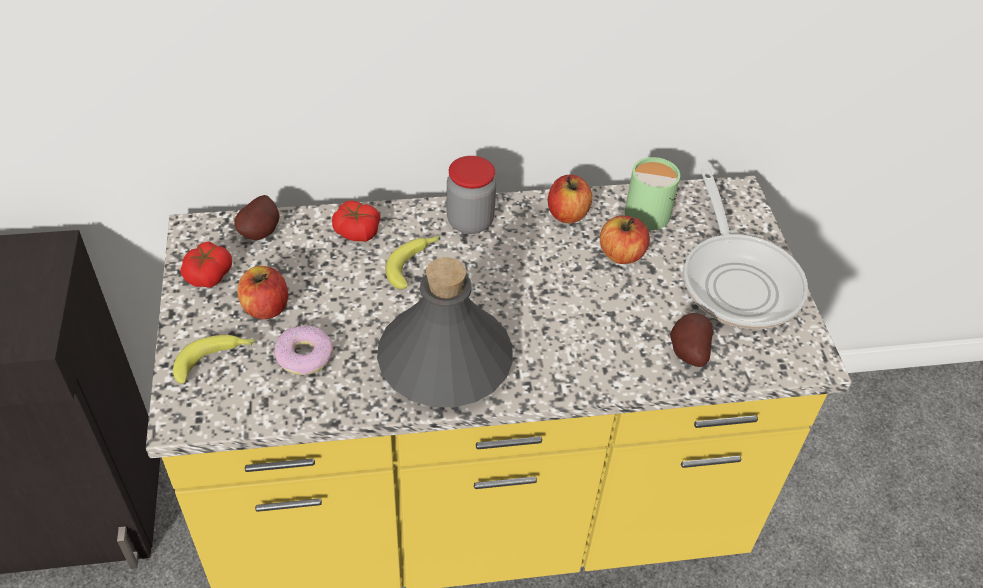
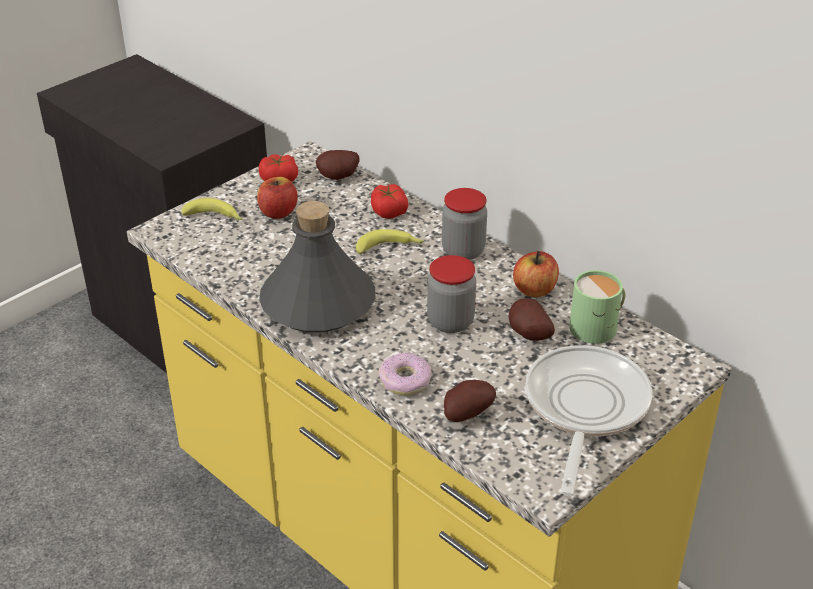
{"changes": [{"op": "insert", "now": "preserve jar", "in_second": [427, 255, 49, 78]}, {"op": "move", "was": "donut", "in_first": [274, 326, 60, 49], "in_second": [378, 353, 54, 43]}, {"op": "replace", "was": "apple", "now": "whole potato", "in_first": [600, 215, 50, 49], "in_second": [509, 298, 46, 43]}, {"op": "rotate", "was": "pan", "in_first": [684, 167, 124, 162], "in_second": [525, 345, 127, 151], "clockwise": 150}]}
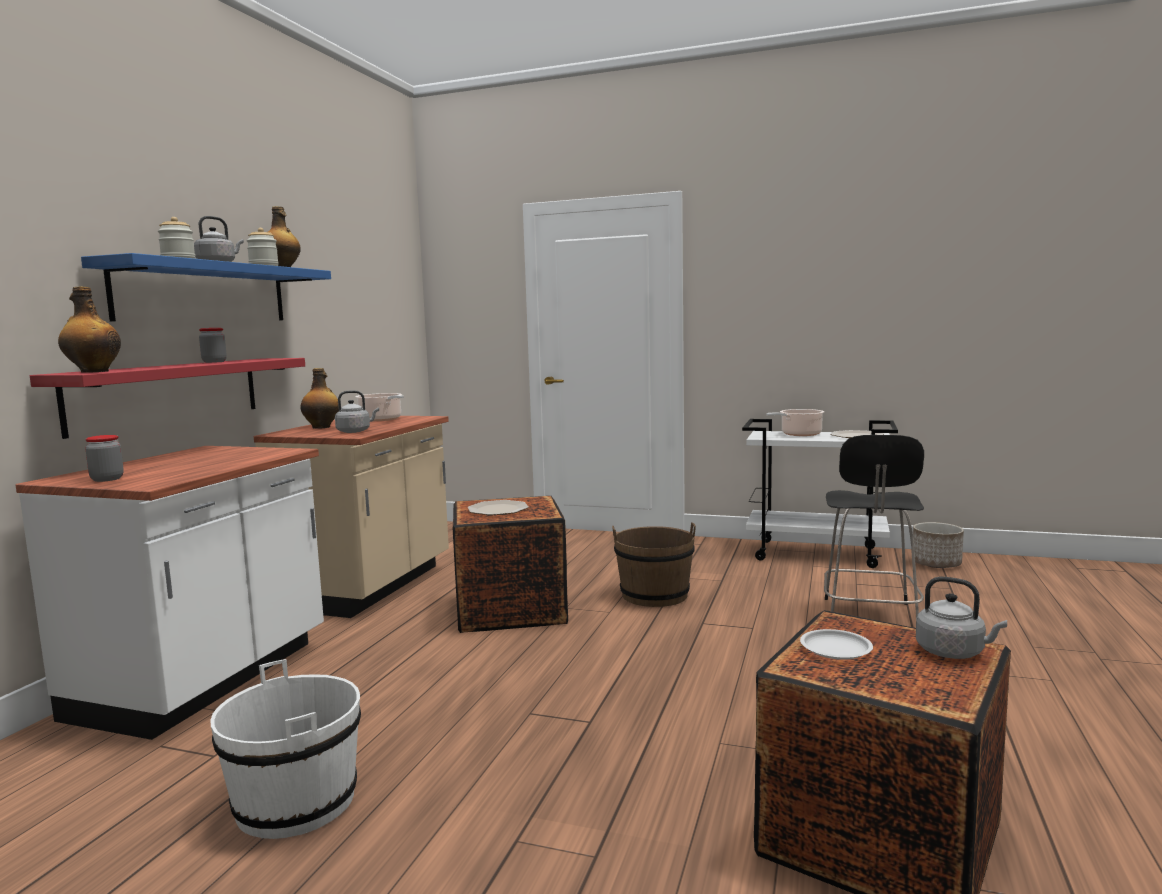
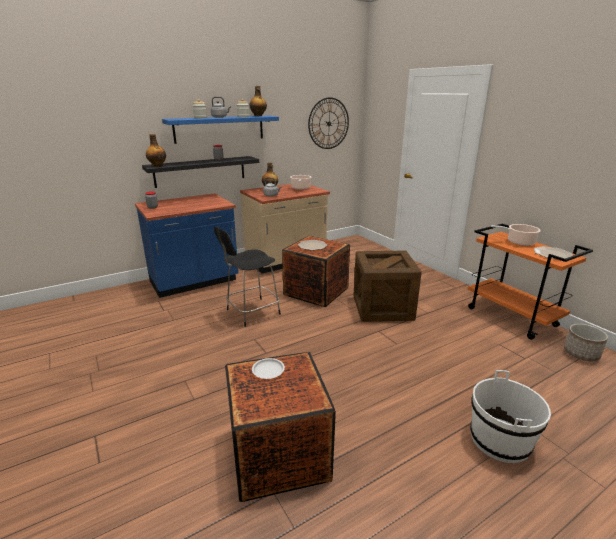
{"changes": [{"op": "delete", "was": "water kettle/greyish", "in_first": [916, 577, 91, 82]}, {"op": "insert", "now": "hanging clock", "in_second": [308, 97, 41, 52]}, {"op": "move", "was": "water bucket/white-coloured", "in_first": [211, 659, 150, 180], "in_second": [471, 370, 80, 93]}, {"op": "move", "was": "chair/blackish", "in_first": [824, 435, 100, 183], "in_second": [214, 226, 67, 101]}, {"op": "replace", "was": "water bucket/brown-coloured", "now": "packing crate", "in_first": [612, 522, 84, 85], "in_second": [353, 251, 69, 71]}, {"op": "recolor", "was": "counter/white-coloured", "now": "counter/blue", "in_first": [16, 446, 308, 294], "in_second": [135, 193, 104, 105]}, {"op": "recolor", "was": "shelf/red-coloured", "now": "shelf/blackish", "in_first": [30, 358, 275, 81], "in_second": [142, 156, 117, 32]}, {"op": "recolor", "was": "cart/white-coloured", "now": "cart/orangey", "in_first": [742, 419, 156, 149], "in_second": [468, 224, 125, 116]}]}
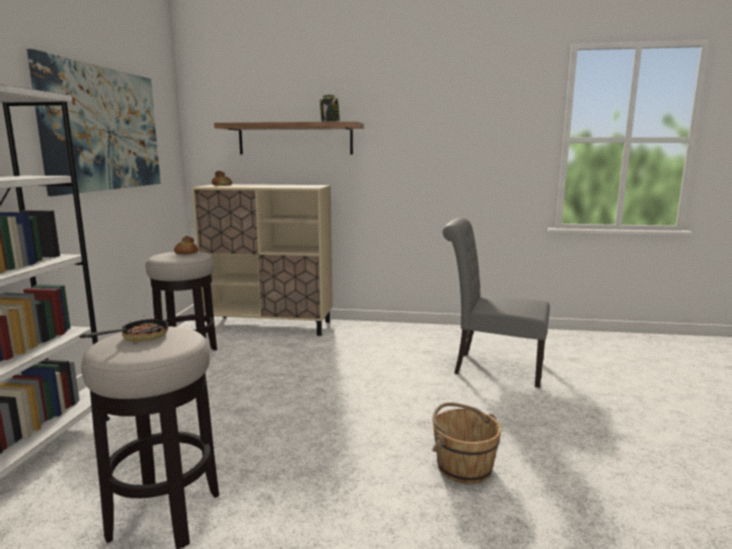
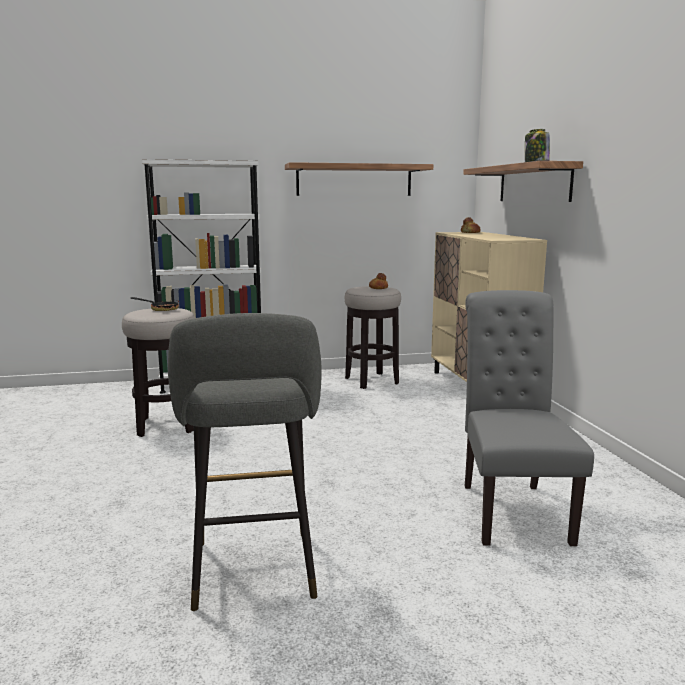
{"changes": [{"op": "delete", "was": "water bucket/brown-coloured", "in_first": [432, 402, 69, 82]}, {"op": "insert", "now": "stool seat/greyish", "in_second": [168, 313, 154, 298]}, {"op": "replace", "was": "picture", "now": "shelf", "in_first": [27, 49, 134, 147], "in_second": [285, 162, 148, 34]}]}
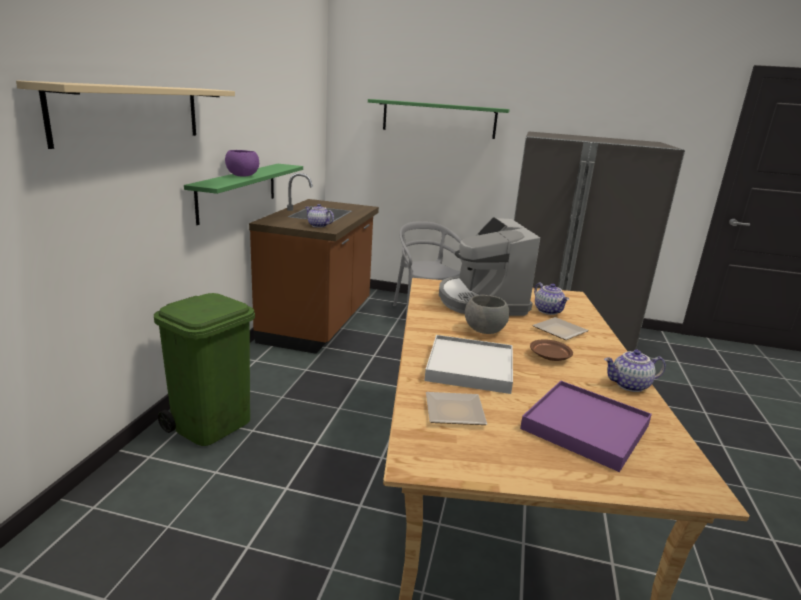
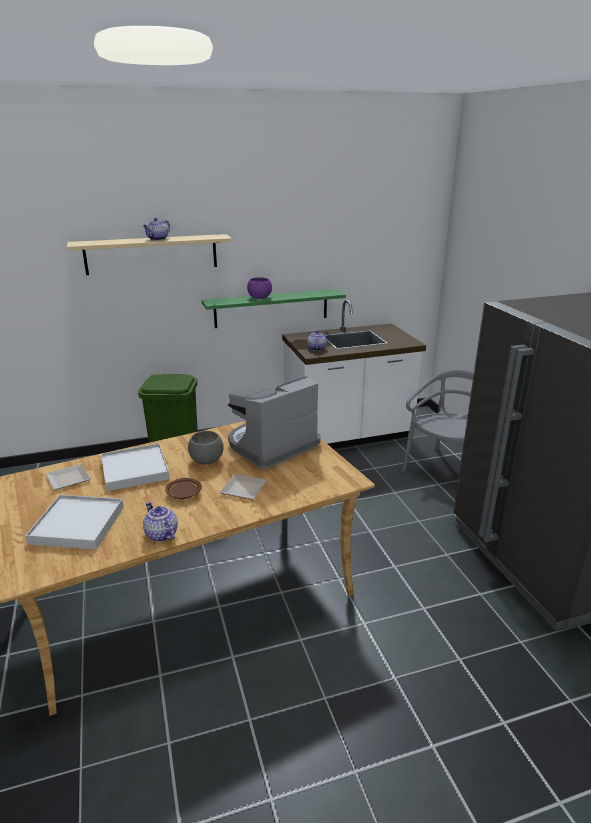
{"changes": [{"op": "delete", "was": "shelf/green", "in_first": [368, 99, 142, 40]}, {"op": "move", "was": "tea pot", "in_first": [534, 283, 35, 32], "in_second": [142, 218, 28, 23]}, {"op": "recolor", "was": "counter/brown-coloured", "now": "counter/white-coloured", "in_first": [249, 173, 130, 181], "in_second": [282, 300, 144, 149]}, {"op": "recolor", "was": "carrying tray/purplish", "now": "carrying tray/white-coloured", "in_first": [520, 381, 132, 91], "in_second": [25, 495, 99, 54]}]}
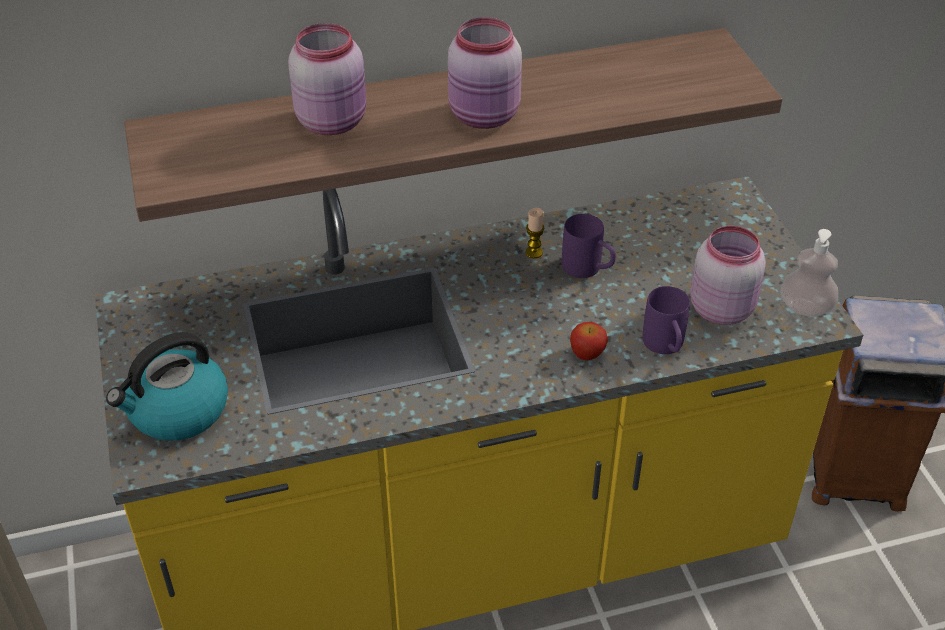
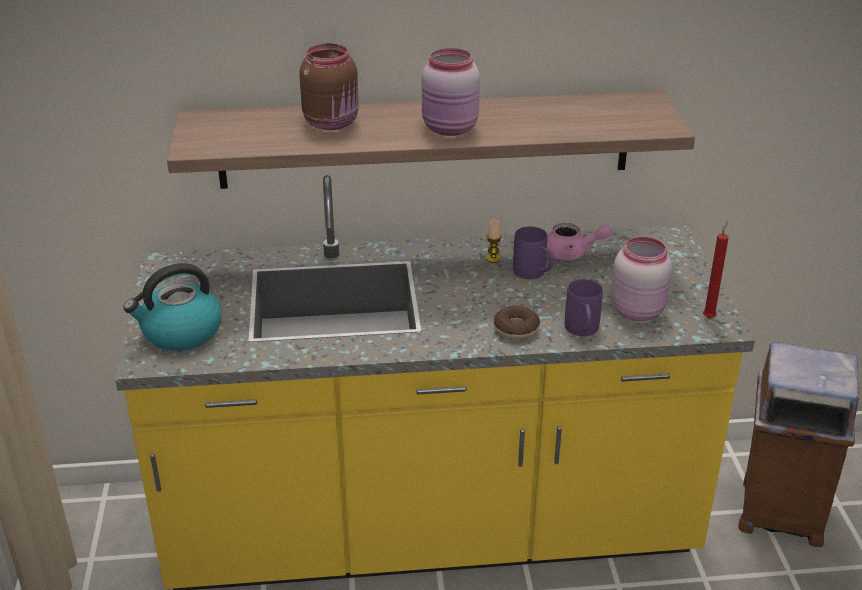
{"changes": [{"op": "insert", "now": "tea pot/pink-coloured", "in_second": [547, 223, 65, 37]}, {"op": "replace", "was": "apple", "now": "donut", "in_first": [570, 322, 38, 38], "in_second": [494, 306, 46, 33]}, {"op": "replace", "was": "soap bottle", "now": "wax light/red-coloured", "in_first": [781, 229, 57, 88], "in_second": [703, 221, 26, 97]}, {"op": "recolor", "was": "preserve jar/pink-coloured", "now": "preserve jar/brown-coloured", "in_first": [288, 23, 78, 112], "in_second": [299, 43, 60, 87]}]}
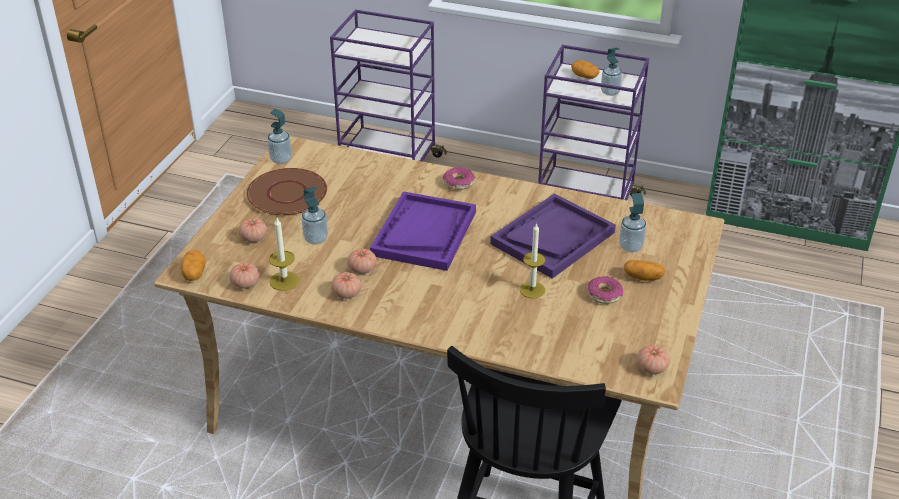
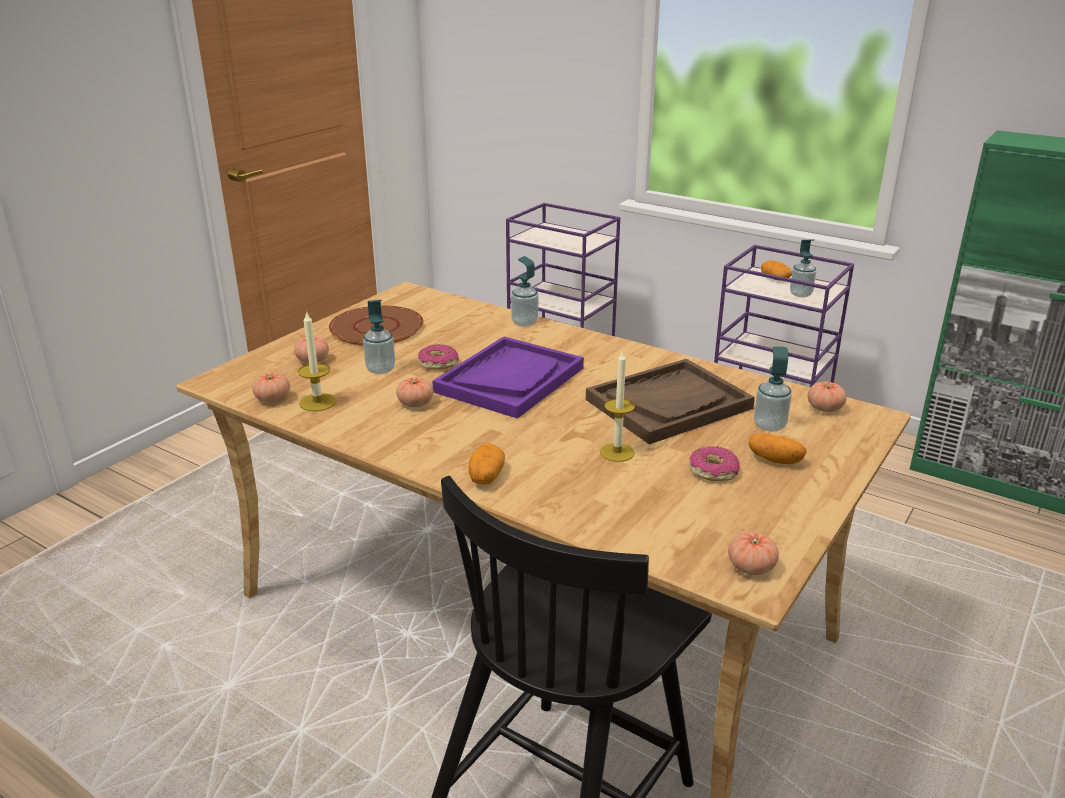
{"changes": [{"op": "move", "was": "whole potato", "in_first": [181, 250, 24, 31], "in_second": [469, 443, 36, 42]}, {"op": "move", "was": "soap bottle", "in_first": [267, 109, 25, 55], "in_second": [511, 256, 27, 71]}, {"op": "move", "was": "fresh tomato", "in_first": [331, 272, 30, 27], "in_second": [808, 382, 38, 30]}, {"op": "move", "was": "donut", "in_first": [443, 167, 32, 23], "in_second": [418, 344, 41, 26]}, {"op": "recolor", "was": "carrying tray/purplish", "now": "carrying tray/brown-coloured", "in_first": [490, 194, 126, 85], "in_second": [586, 359, 169, 85]}]}
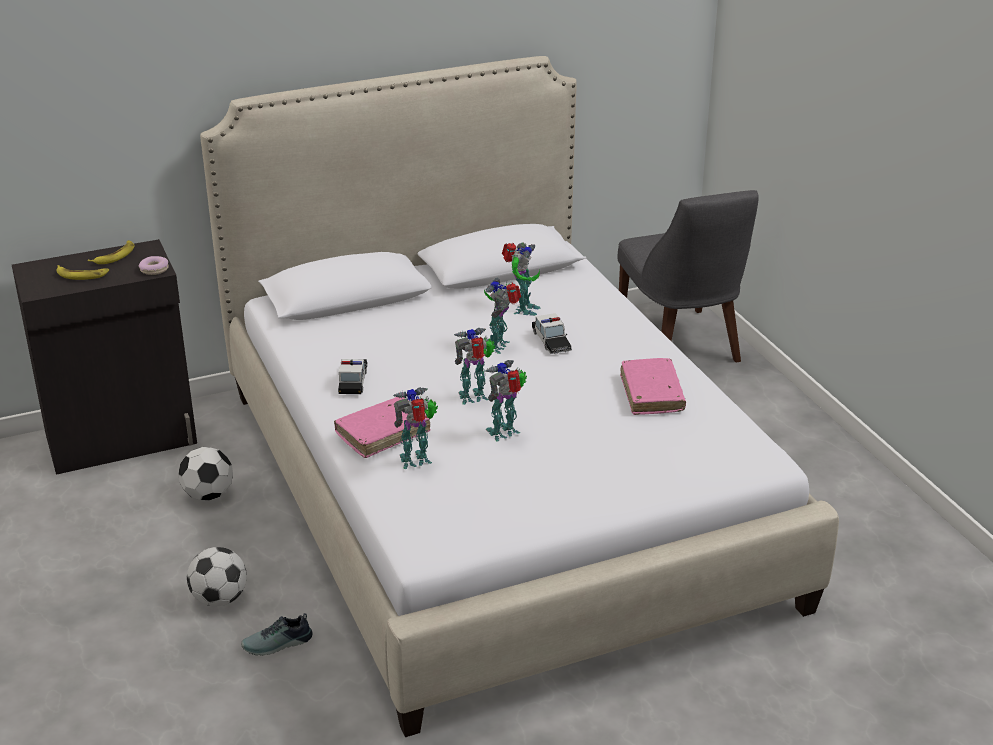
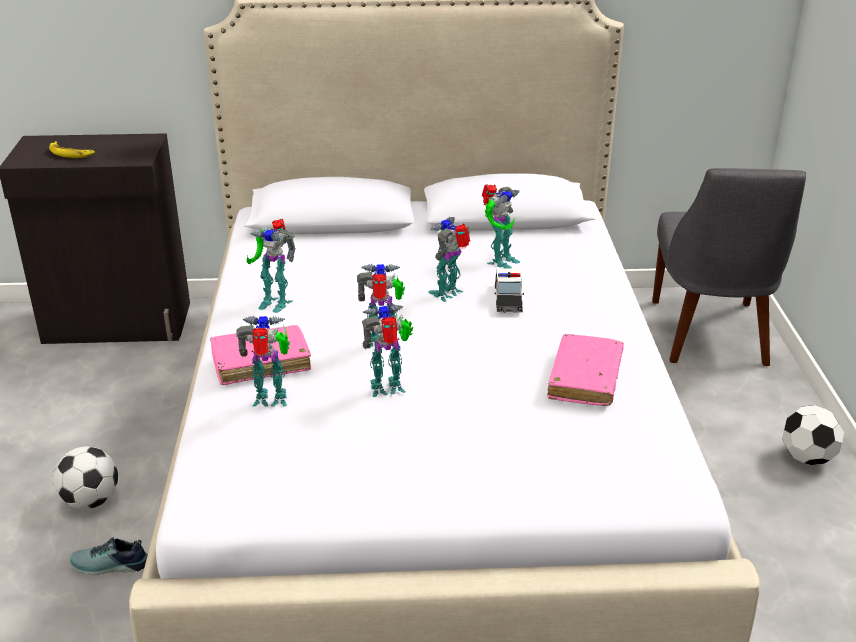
{"changes": [{"op": "delete", "was": "banana", "in_first": [88, 240, 46, 24]}, {"op": "delete", "was": "donut", "in_first": [139, 256, 30, 19]}, {"op": "move", "was": "football ball", "in_first": [178, 447, 55, 54], "in_second": [782, 405, 62, 60]}, {"op": "replace", "was": "toy car", "now": "toy robot", "in_first": [338, 359, 30, 35], "in_second": [247, 218, 48, 95]}]}
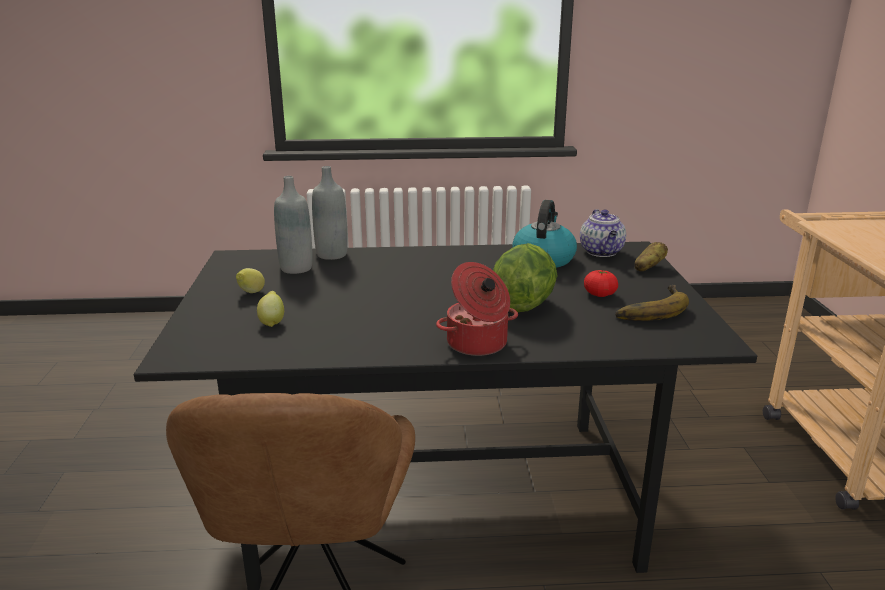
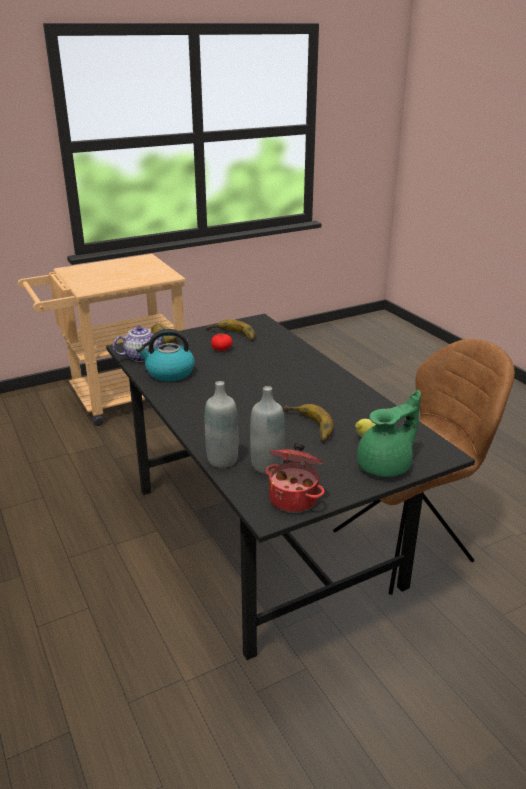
{"changes": [{"op": "delete", "was": "whole lemon", "in_first": [236, 268, 29, 25]}, {"op": "delete", "was": "lettuce", "in_first": [493, 243, 65, 69]}, {"op": "insert", "now": "banana", "in_second": [283, 404, 50, 39]}, {"op": "insert", "now": "tea pot/green", "in_second": [357, 390, 64, 87]}, {"op": "move", "was": "stockpot", "in_first": [436, 262, 82, 94], "in_second": [265, 443, 60, 70]}]}
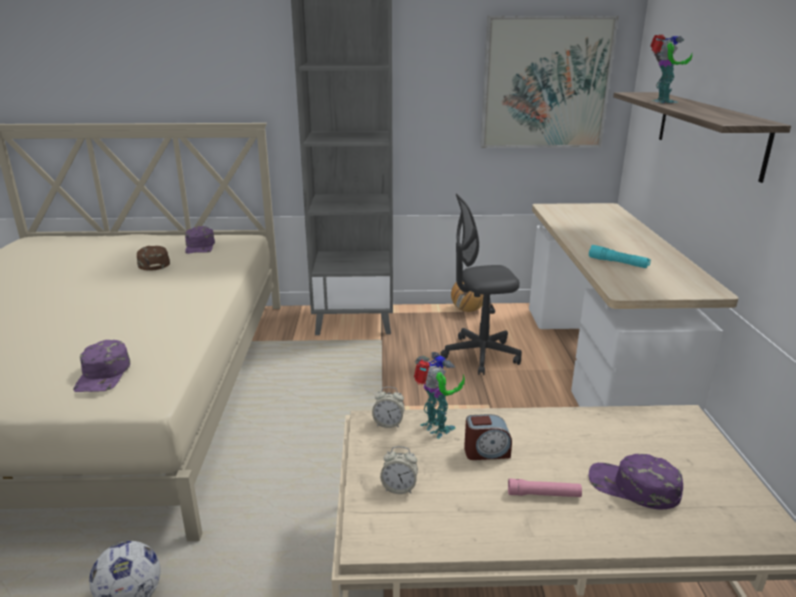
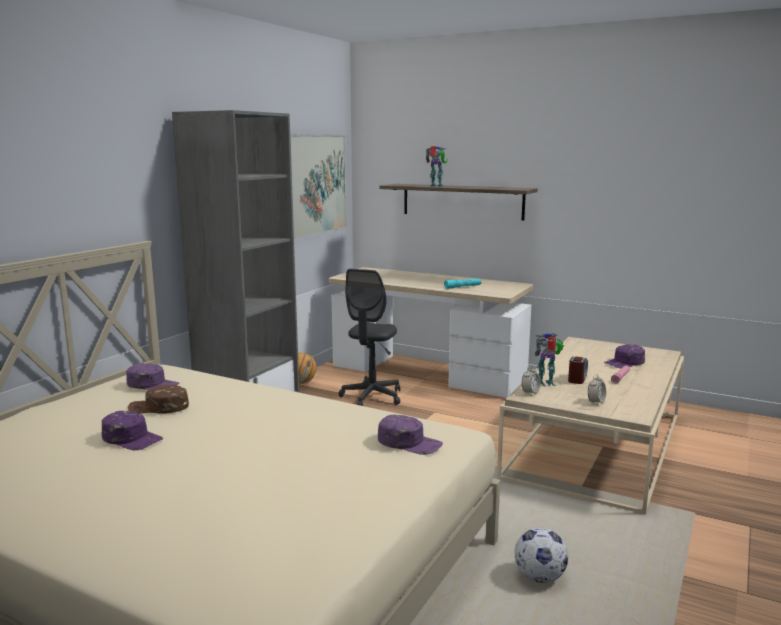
{"changes": [{"op": "insert", "now": "peaked cap/purplish", "in_second": [102, 411, 61, 39]}]}
